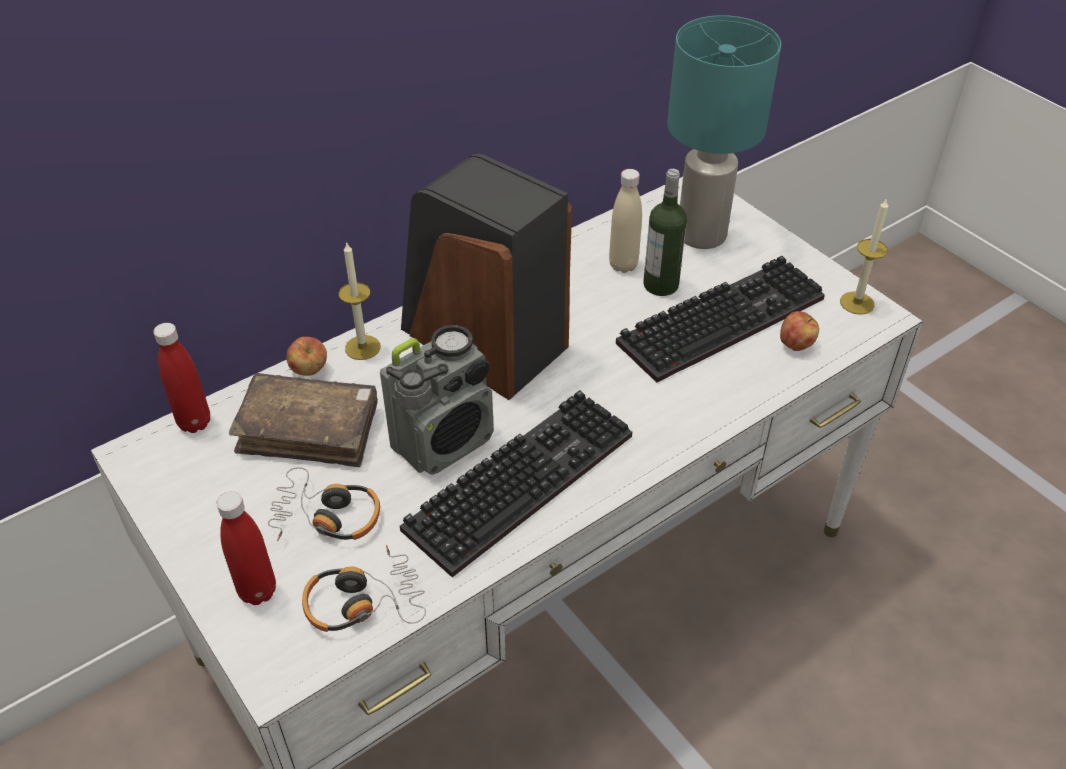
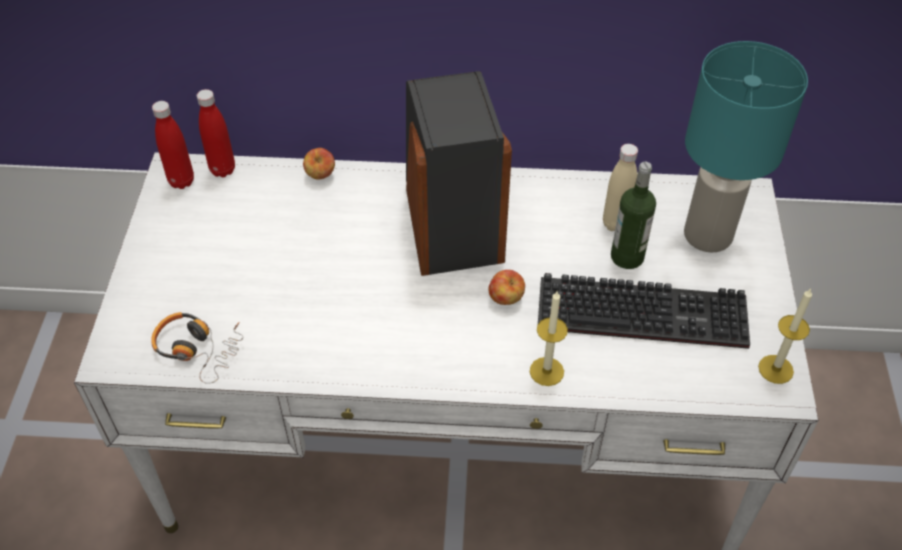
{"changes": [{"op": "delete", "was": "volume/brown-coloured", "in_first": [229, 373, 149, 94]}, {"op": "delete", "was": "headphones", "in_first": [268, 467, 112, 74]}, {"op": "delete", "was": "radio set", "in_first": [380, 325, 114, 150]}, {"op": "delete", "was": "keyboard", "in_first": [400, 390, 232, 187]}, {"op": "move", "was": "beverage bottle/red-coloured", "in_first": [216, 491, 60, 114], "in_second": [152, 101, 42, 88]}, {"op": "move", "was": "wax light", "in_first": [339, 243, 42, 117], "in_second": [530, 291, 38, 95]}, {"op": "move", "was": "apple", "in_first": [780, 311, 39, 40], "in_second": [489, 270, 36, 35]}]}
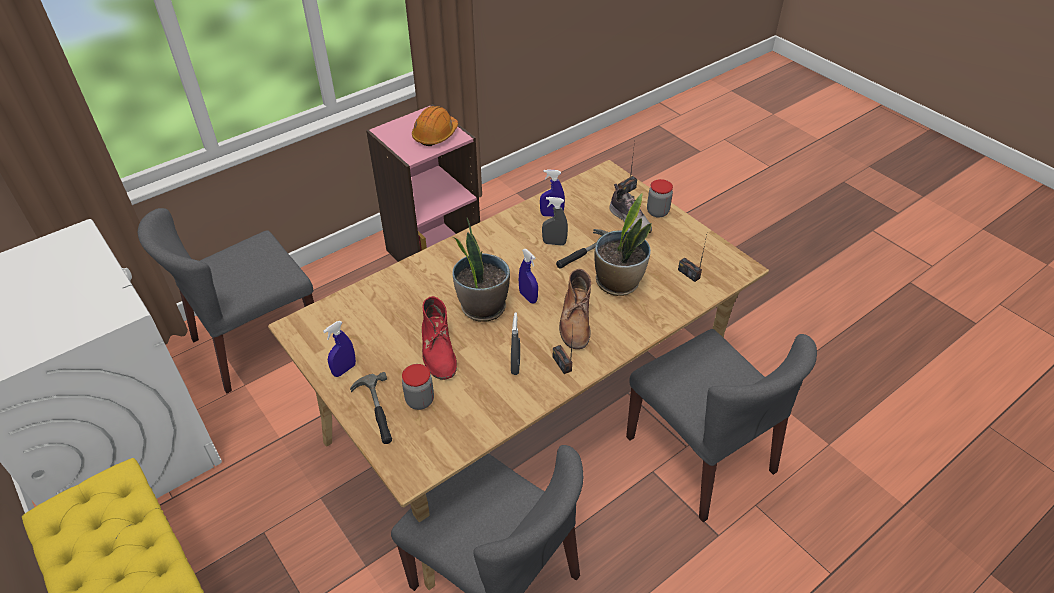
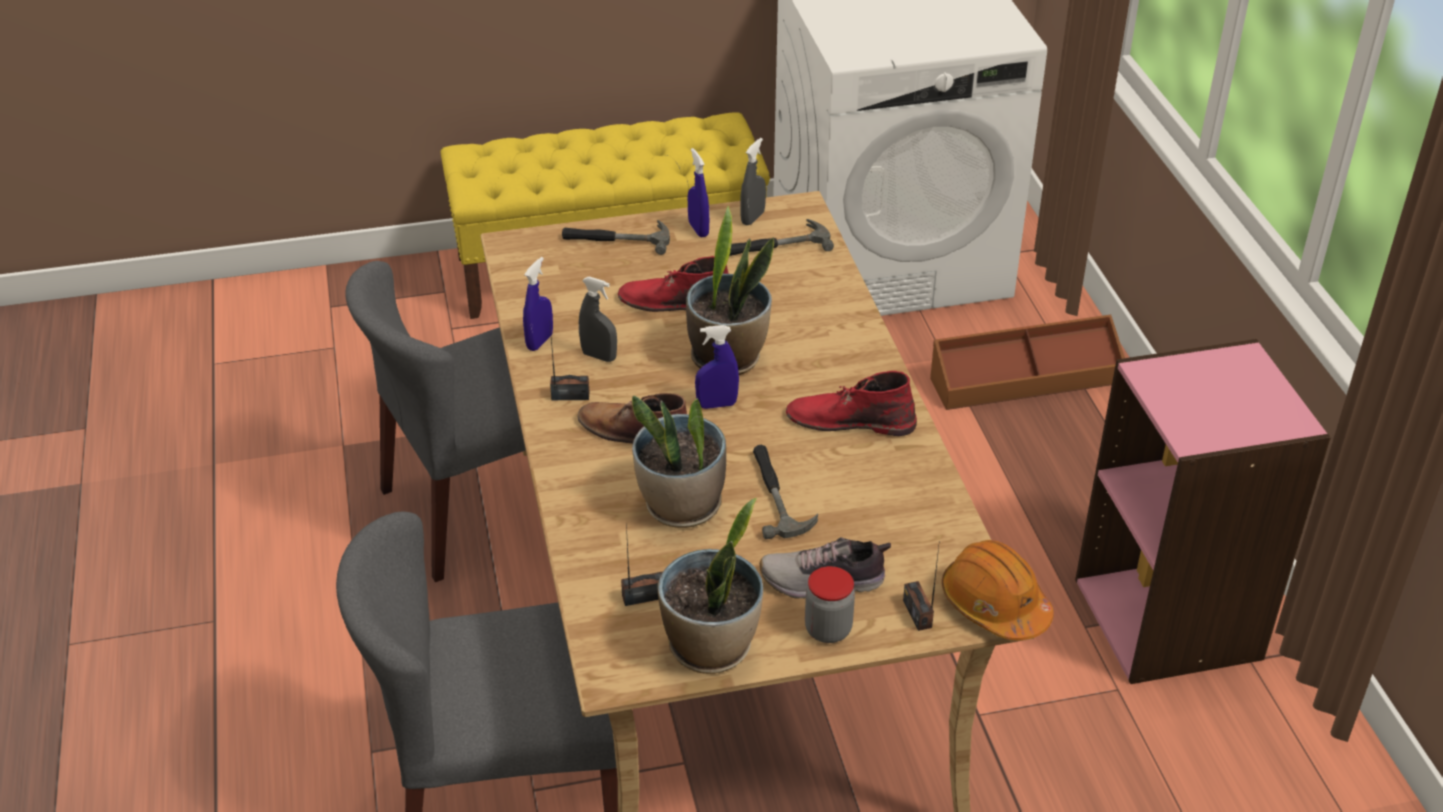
{"changes": [{"op": "delete", "was": "preserve jar", "in_first": [402, 364, 32, 46]}, {"op": "insert", "now": "houseplant", "in_second": [658, 498, 105, 176]}, {"op": "insert", "now": "hammer", "in_second": [729, 219, 105, 37]}, {"op": "insert", "now": "high-top boot/red-coloured", "in_second": [786, 371, 131, 65]}, {"op": "move", "was": "safety helmet/orangey", "in_first": [412, 106, 46, 40], "in_second": [941, 540, 113, 100]}, {"op": "move", "was": "sprayer/blue", "in_first": [540, 169, 25, 48], "in_second": [523, 257, 30, 94]}, {"op": "move", "was": "sprayer/greyish", "in_first": [542, 197, 26, 49], "in_second": [740, 138, 26, 87]}, {"op": "replace", "was": "chair/greyish", "now": "storage box/brown-coloured", "in_first": [138, 208, 176, 186], "in_second": [930, 314, 195, 96]}]}
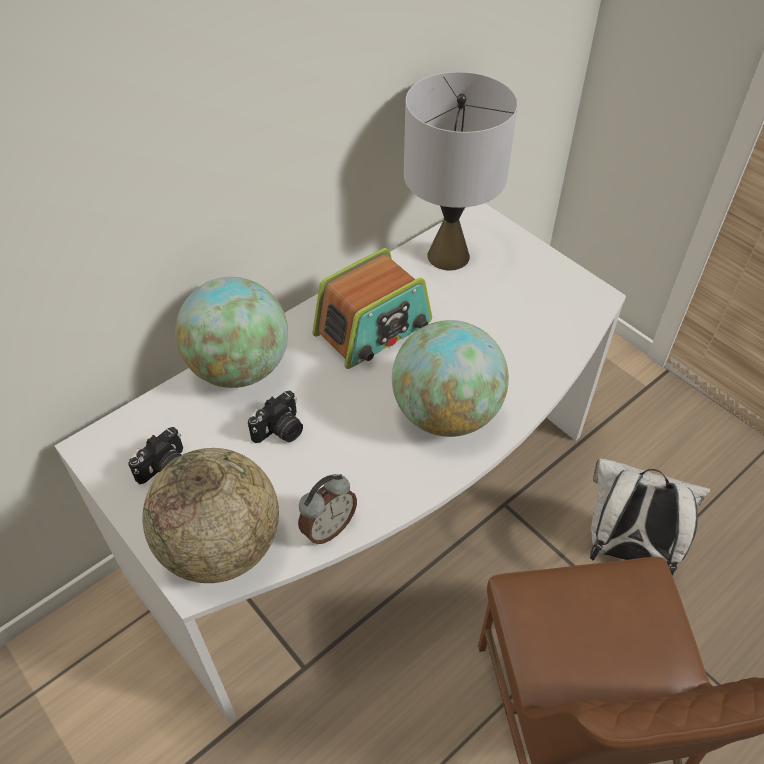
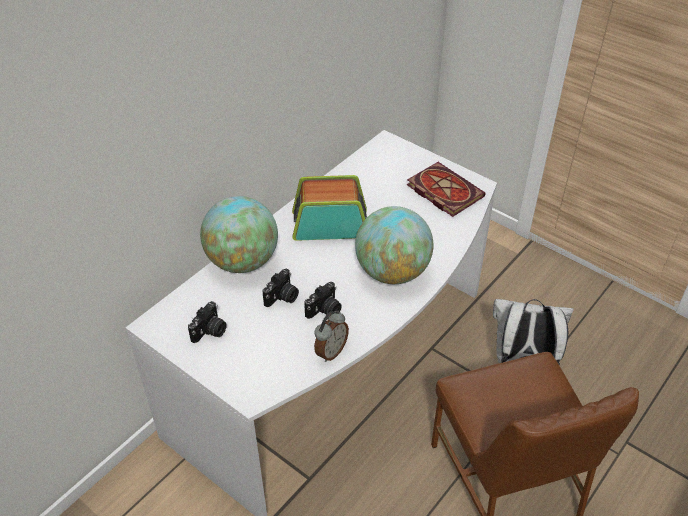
{"changes": [{"op": "delete", "was": "world globe", "in_first": [142, 448, 137, 135]}, {"op": "delete", "was": "table lamp/greyish", "in_first": [404, 72, 114, 199]}, {"op": "insert", "now": "still camera", "in_second": [304, 282, 38, 37]}, {"op": "insert", "now": "volume", "in_second": [407, 162, 79, 55]}, {"op": "rotate", "was": "radio set", "in_first": [312, 248, 120, 121], "in_second": [292, 175, 75, 66], "clockwise": -135}]}
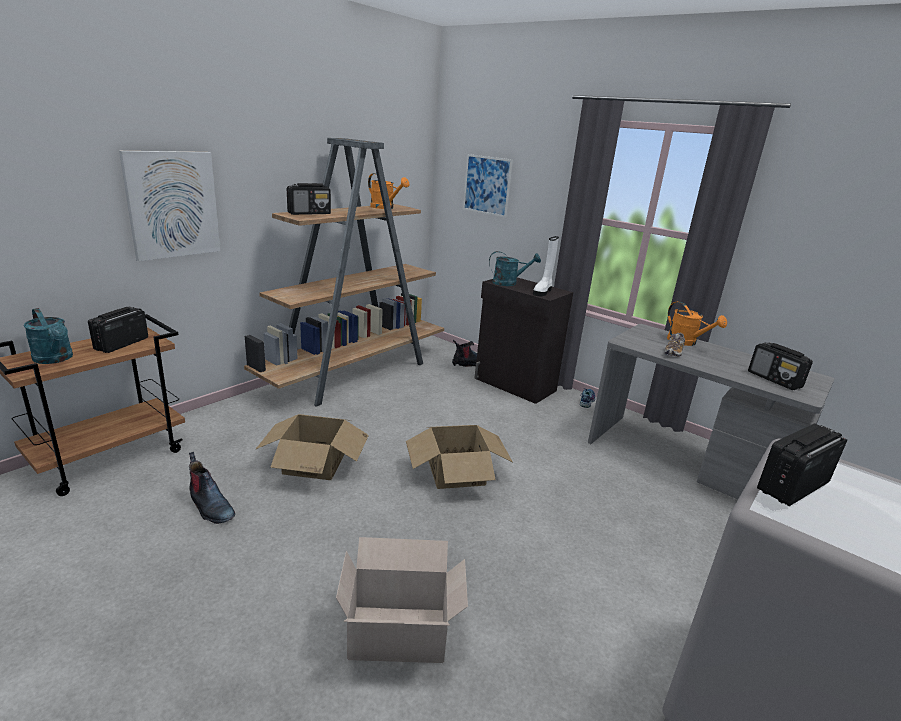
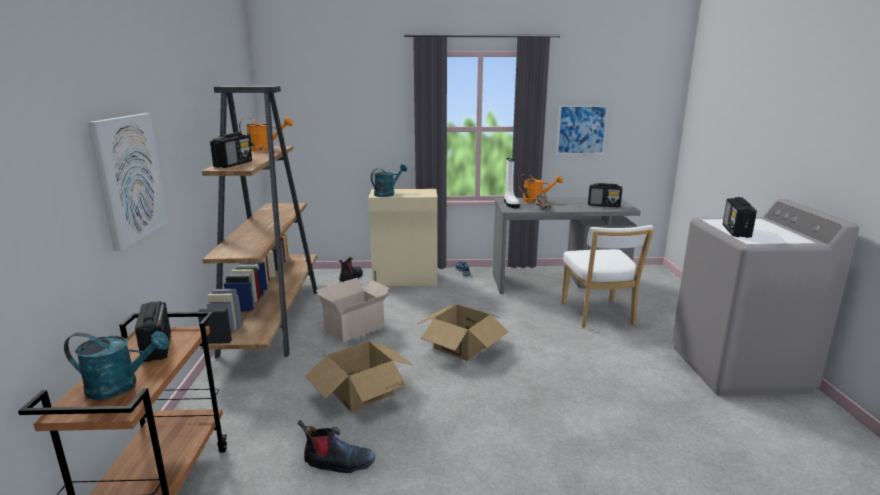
{"changes": [{"op": "insert", "now": "chair/white-coloured", "in_second": [562, 225, 92, 102]}, {"op": "move", "was": "carton", "in_first": [336, 537, 132, 126], "in_second": [316, 278, 74, 64]}, {"op": "move", "was": "picture", "in_first": [463, 154, 50, 64], "in_second": [556, 105, 52, 50]}, {"op": "move", "was": "high-top boot/white-coloured", "in_first": [533, 236, 26, 60], "in_second": [504, 158, 16, 50]}, {"op": "recolor", "was": "cupboard/blackish", "now": "cupboard/sand-coloured", "in_first": [475, 278, 98, 126], "in_second": [368, 189, 70, 97]}]}
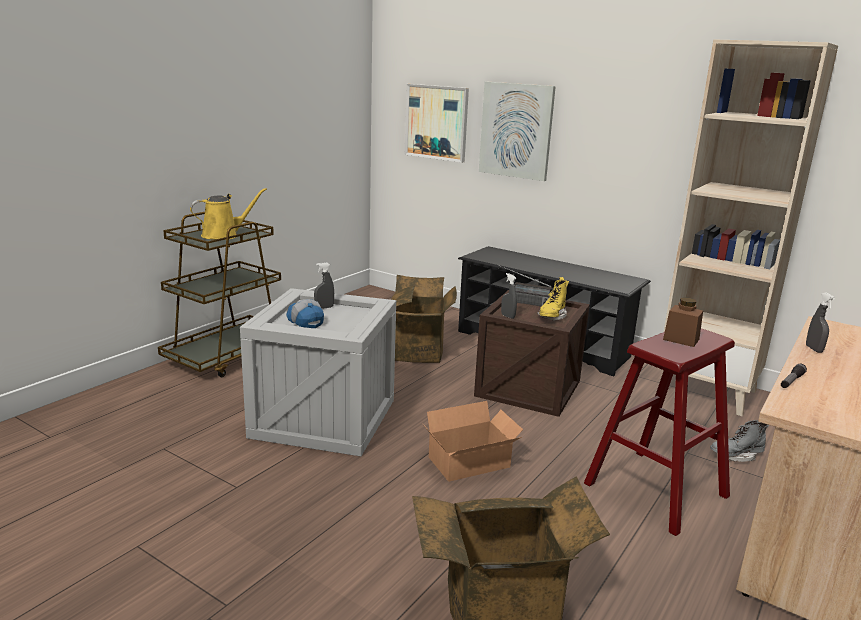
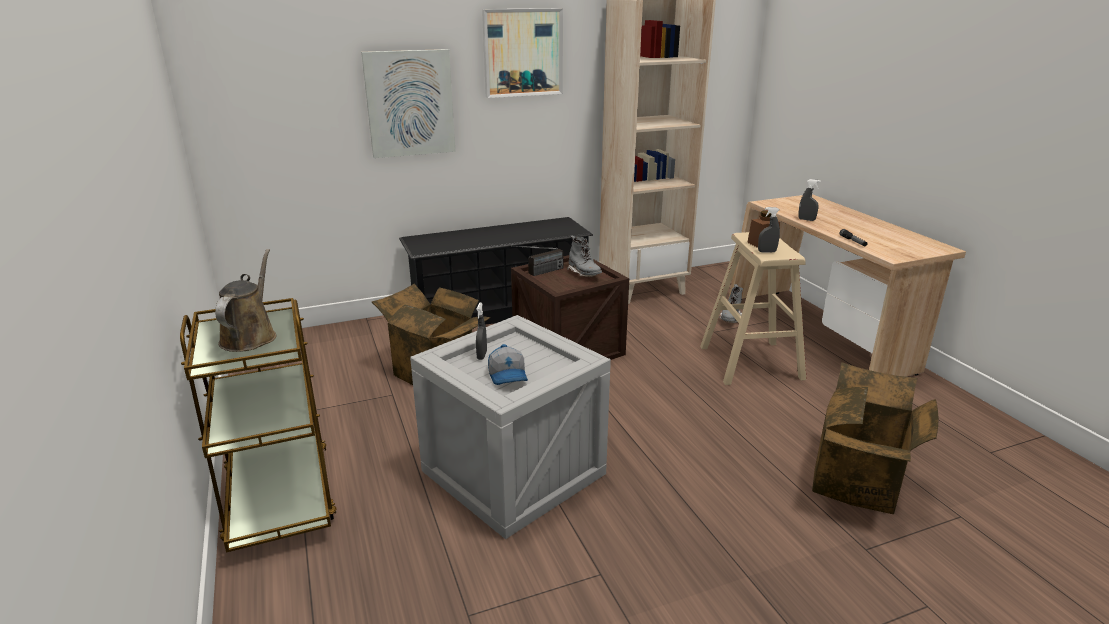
{"changes": [{"op": "delete", "was": "carton", "in_first": [423, 401, 100, 81]}, {"op": "move", "was": "picture", "in_first": [405, 84, 64, 79], "in_second": [482, 8, 81, 90]}, {"op": "move", "was": "sprayer/greyish", "in_first": [501, 273, 16, 46], "in_second": [758, 207, 22, 46]}, {"op": "recolor", "was": "watering can/yellowish", "now": "watering can/brown-coloured", "in_first": [190, 188, 77, 52], "in_second": [215, 249, 61, 103]}, {"op": "recolor", "was": "high-top boot/yellowish", "now": "high-top boot/greyish", "in_first": [537, 277, 32, 44], "in_second": [567, 236, 35, 41]}, {"op": "recolor", "was": "stool seat/red-coloured", "now": "stool seat/sand-coloured", "in_first": [584, 328, 151, 208], "in_second": [700, 232, 107, 153]}, {"op": "rotate", "was": "peaked cap", "in_first": [286, 299, 38, 29], "in_second": [488, 344, 40, 41], "clockwise": -105}]}
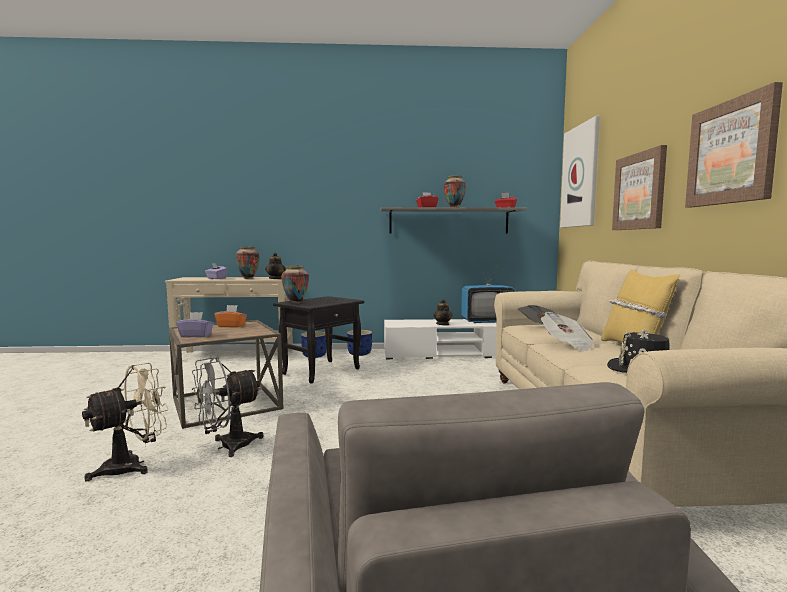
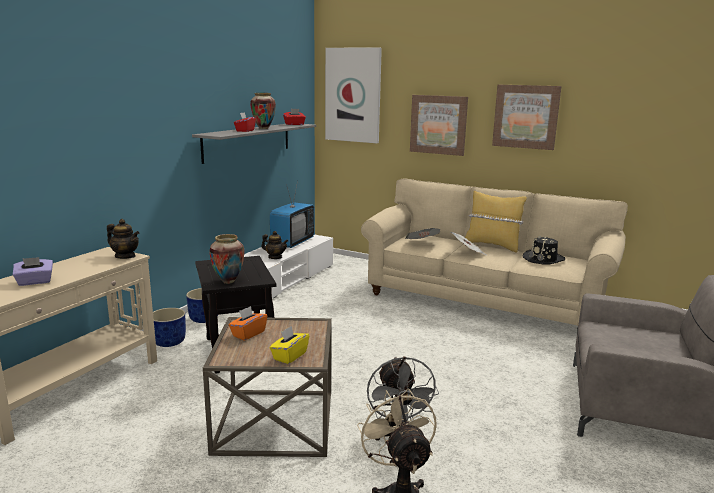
{"changes": [{"op": "delete", "was": "flower vase", "in_first": [235, 247, 24, 32]}, {"op": "recolor", "was": "tissue holder/purplish", "now": "tissue holder/yellowish", "in_first": [176, 312, 38, 26], "in_second": [270, 326, 39, 38]}]}
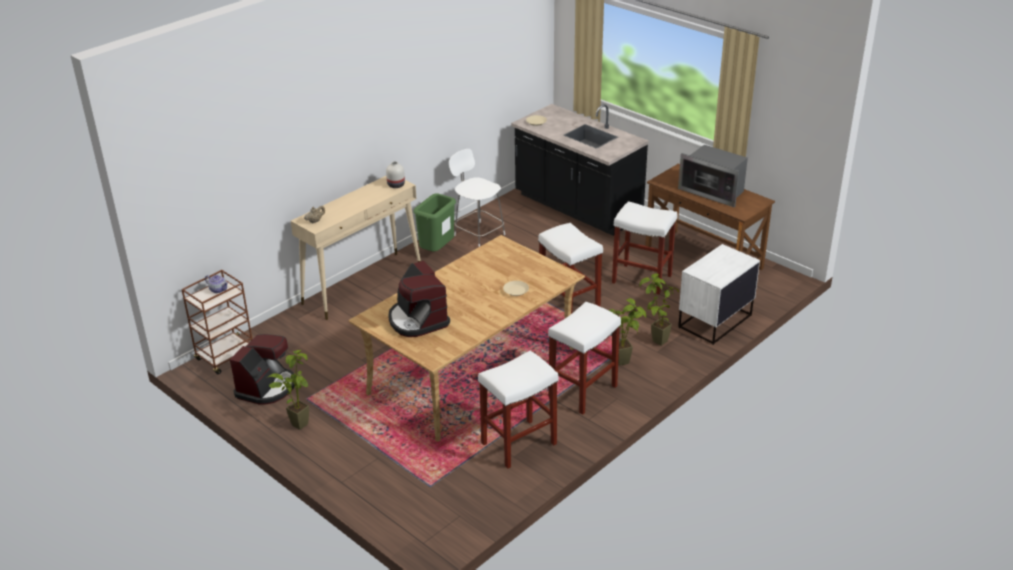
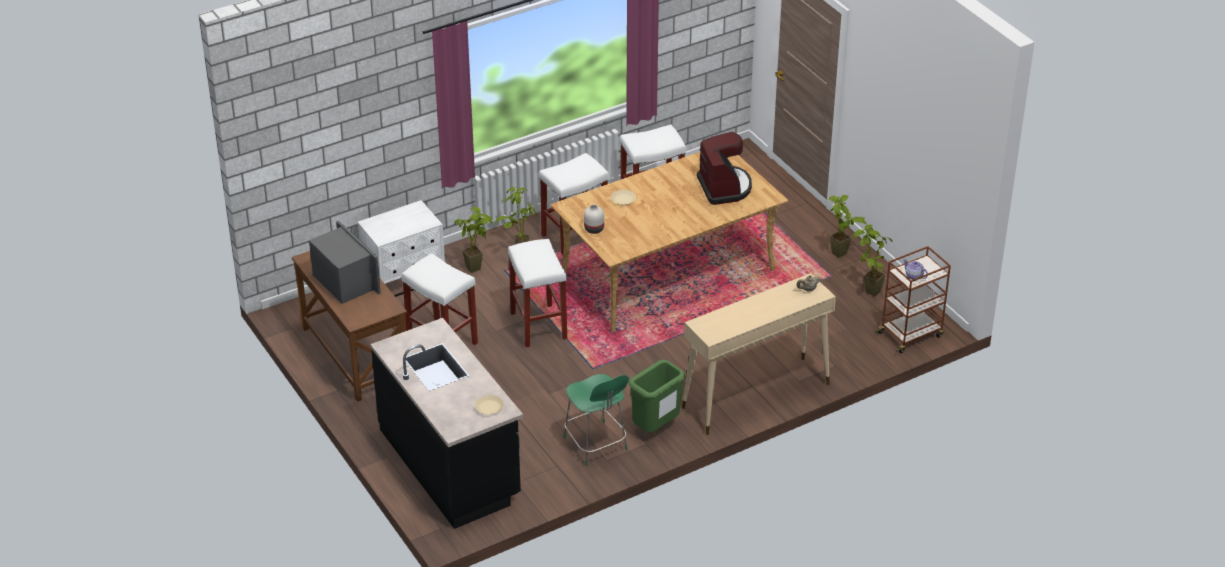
{"changes": [{"op": "move", "was": "flower vase/white-coloured", "in_first": [386, 161, 19, 27], "in_second": [584, 204, 20, 30]}, {"op": "replace", "was": "coffee maker", "now": "houseplant", "in_first": [230, 334, 65, 70], "in_second": [853, 225, 39, 71]}, {"op": "recolor", "was": "chair/white-coloured", "now": "chair/green", "in_first": [449, 149, 56, 98], "in_second": [563, 374, 66, 92]}]}
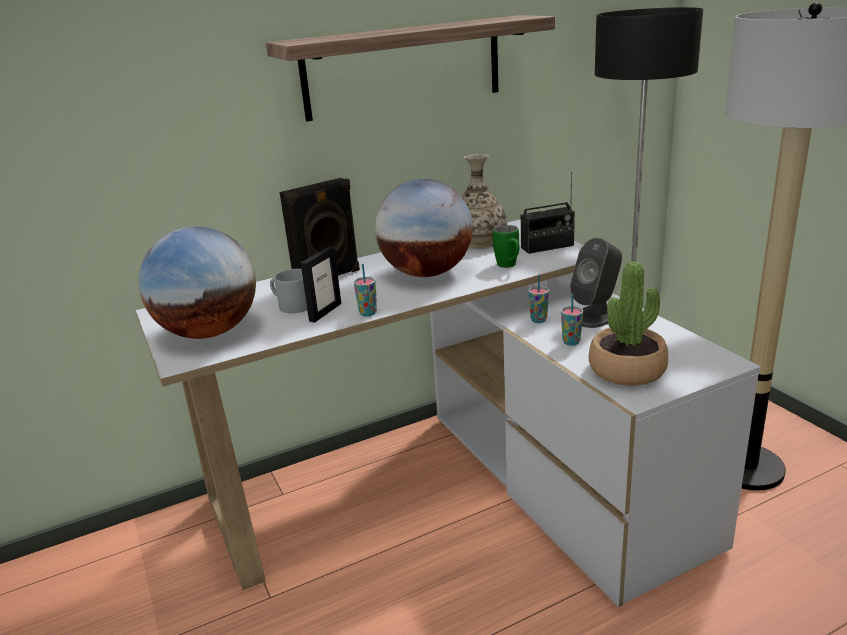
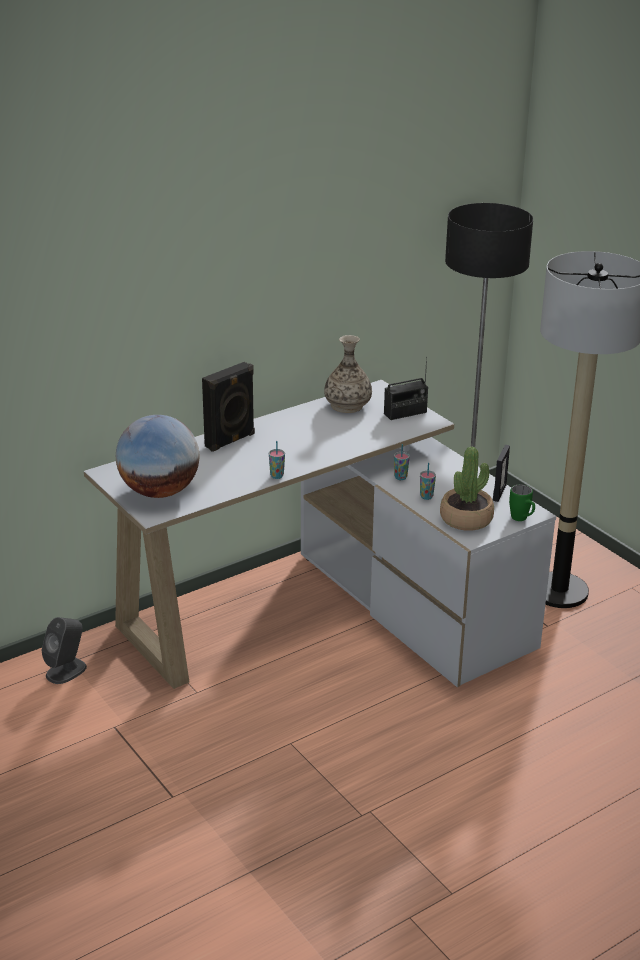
{"changes": [{"op": "delete", "was": "shelf", "in_first": [266, 15, 289, 107]}, {"op": "delete", "was": "tea mug/greyish", "in_first": [270, 269, 37, 44]}, {"op": "delete", "was": "world globe", "in_first": [375, 179, 98, 98]}, {"op": "move", "was": "picture frame", "in_first": [301, 246, 40, 77], "in_second": [493, 445, 17, 57]}, {"op": "move", "was": "tea mug/green", "in_first": [492, 225, 27, 43], "in_second": [509, 484, 26, 37]}, {"op": "move", "was": "speaker/greyish", "in_first": [570, 238, 52, 90], "in_second": [41, 617, 46, 67]}]}
